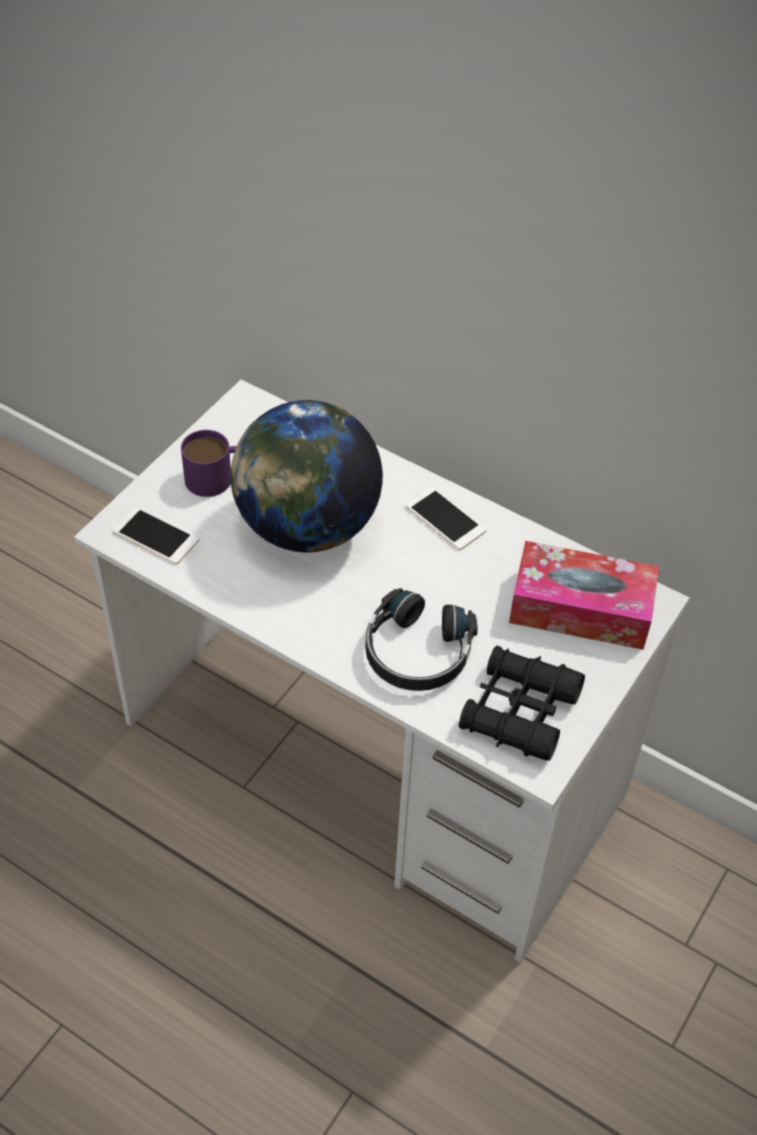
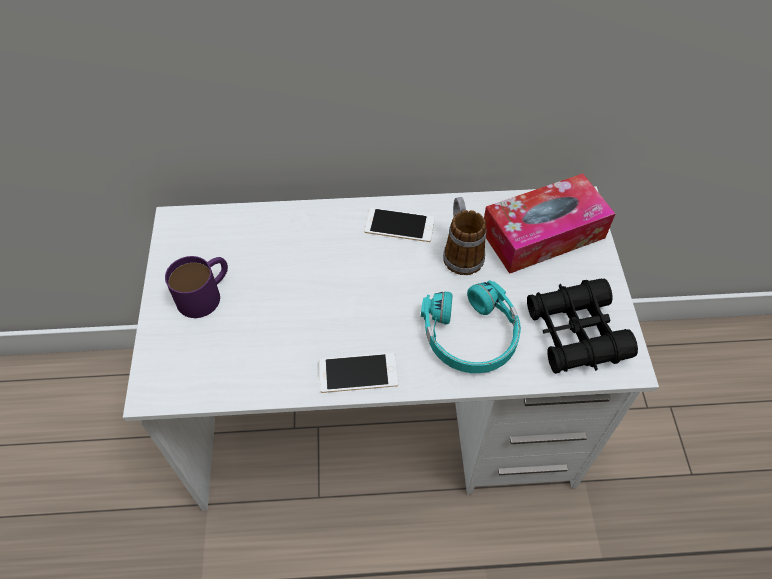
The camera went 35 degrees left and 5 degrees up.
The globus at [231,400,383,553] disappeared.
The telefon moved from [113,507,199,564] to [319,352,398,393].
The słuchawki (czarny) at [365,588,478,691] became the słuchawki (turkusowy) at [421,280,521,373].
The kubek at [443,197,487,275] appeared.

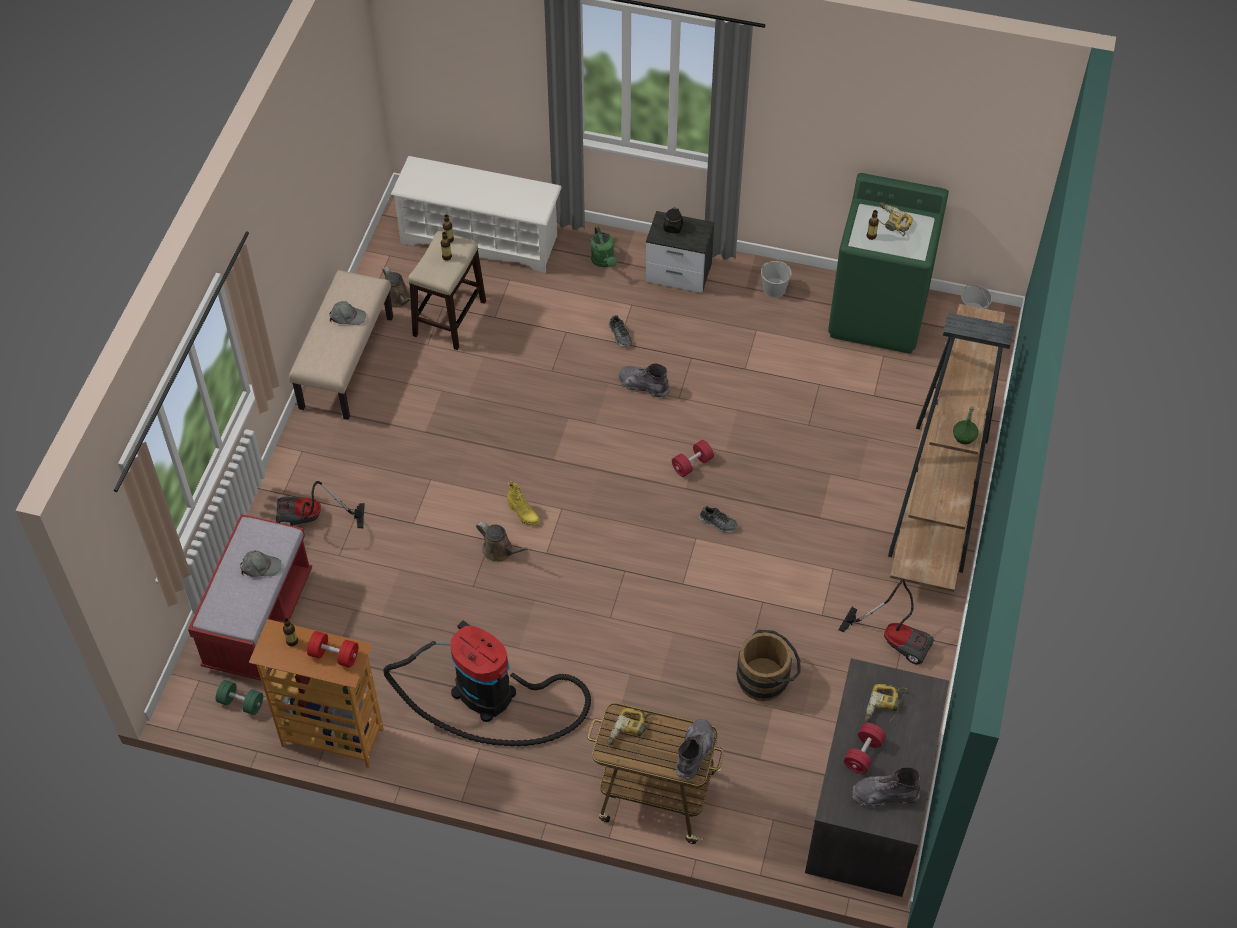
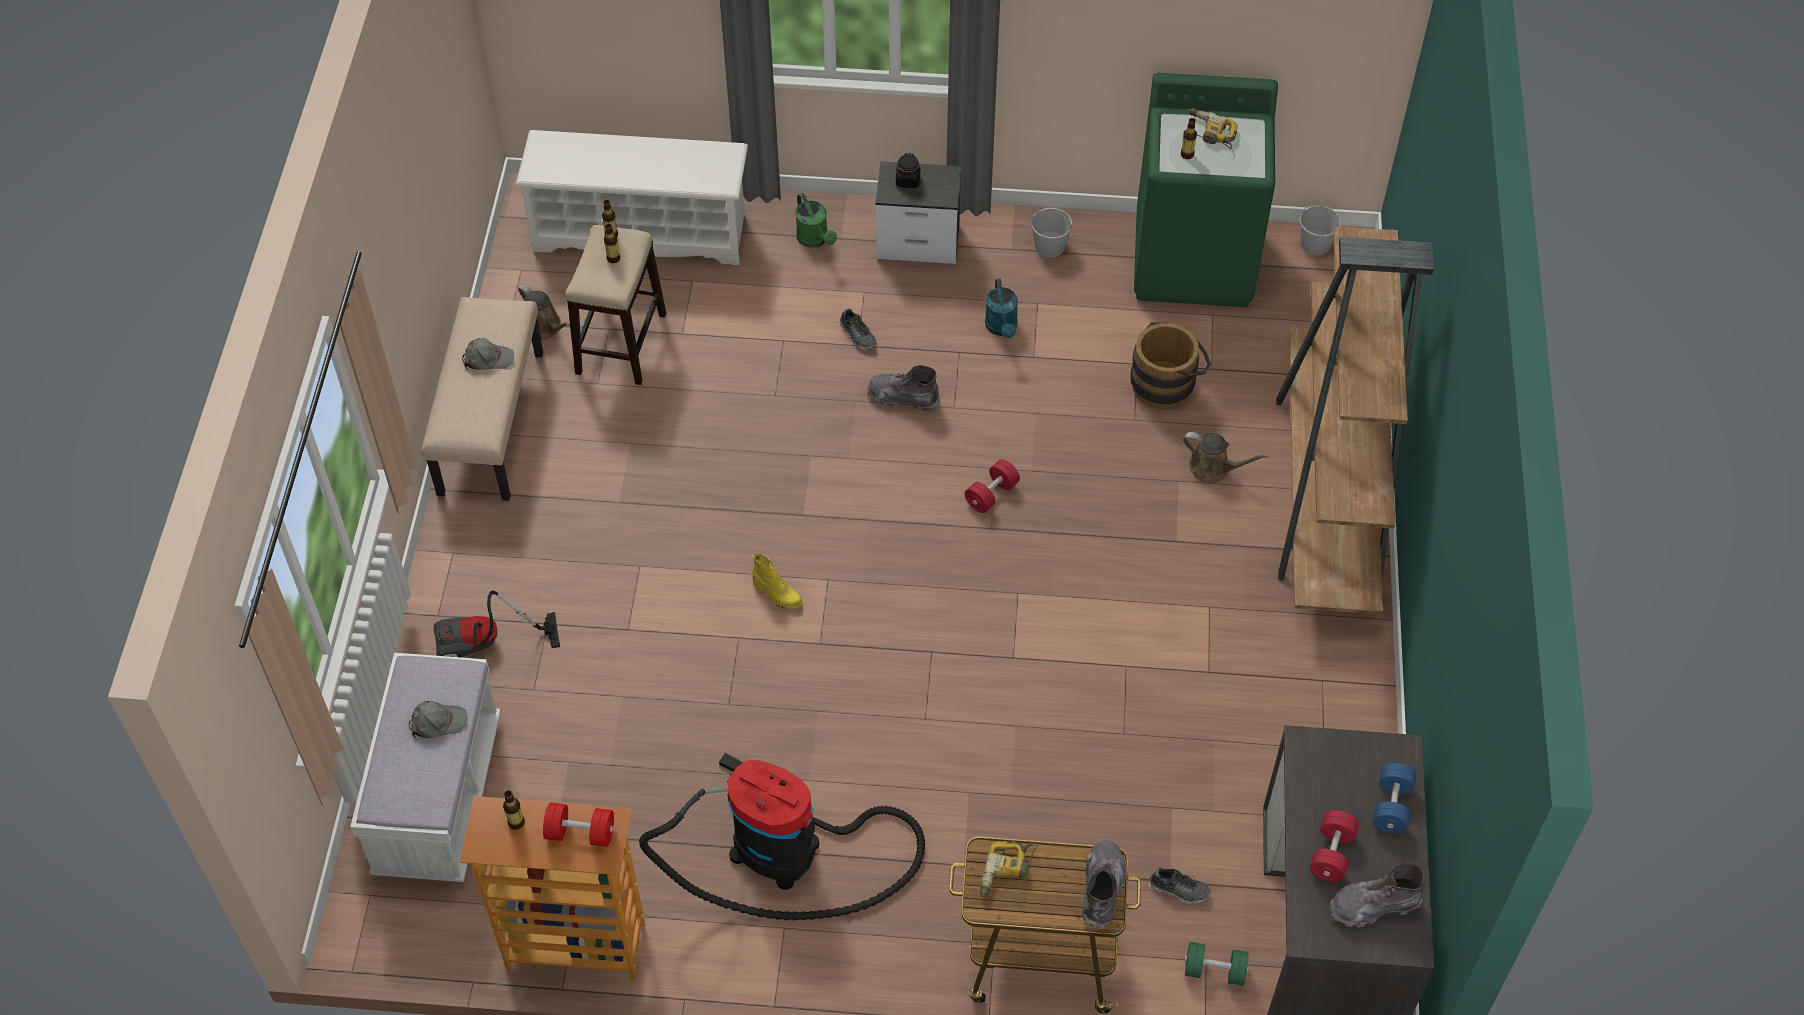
The camera went 10 degrees left and 0 degrees up.
The butelka (zielony) at [953,406,979,444] disappeared.
The but moved from [699,506,738,533] to [1149,868,1211,904].
The ławka (czerwony) at [188,514,312,681] became the ławka (biały) at [350,653,501,882].
The konewka (brązowy) moved from [476,522,531,562] to [1183,432,1270,483].
The odkurzacz at [838,579,934,665] disappeared.
The wiadro (brązowy) moved from [736,629,801,701] to [1130,322,1211,409].
The hantel (zielony) moved from [216,680,263,715] to [1184,942,1249,986].
The wiertarka at [864,684,908,722] disappeared.
The konewka (turkusowy) at [985,278,1018,338] appeared.
The hantel (niebieski) at [1373,763,1416,833] appeared.

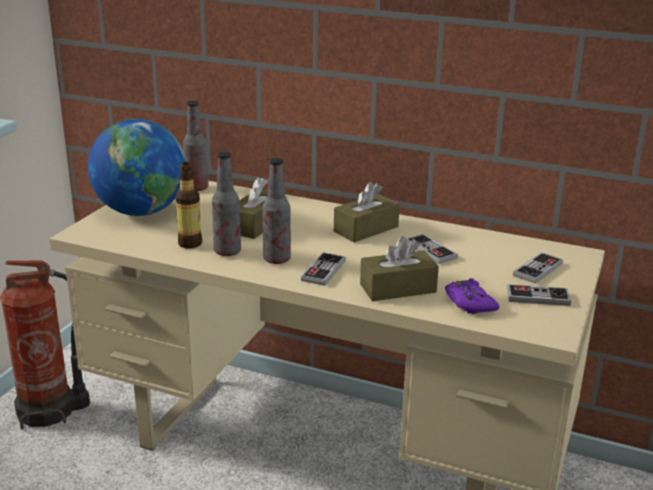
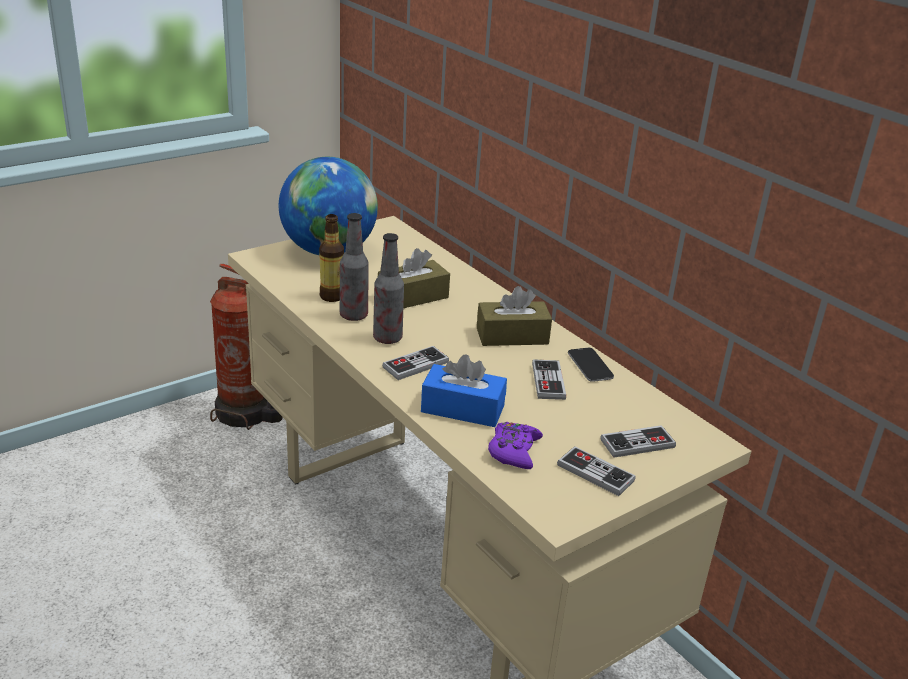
The camera went 30 degrees right and 5 degrees up.
The butelka at [183,101,209,191] disappeared.
The pudełko chusteczek (brązowy) at [360,236,439,301] became the pudełko chusteczek (niebieski) at [421,354,507,427].
The telefon at [568,348,614,382] appeared.

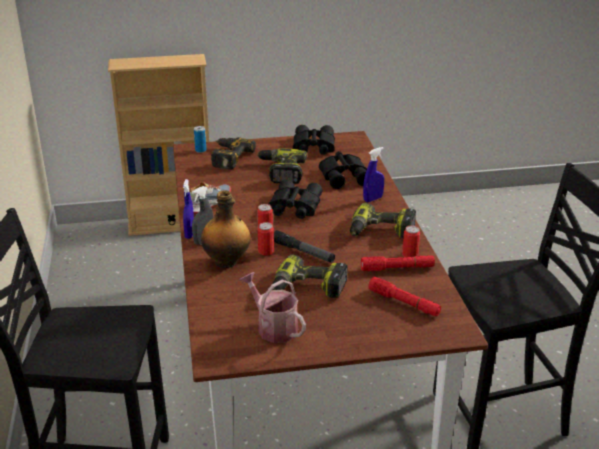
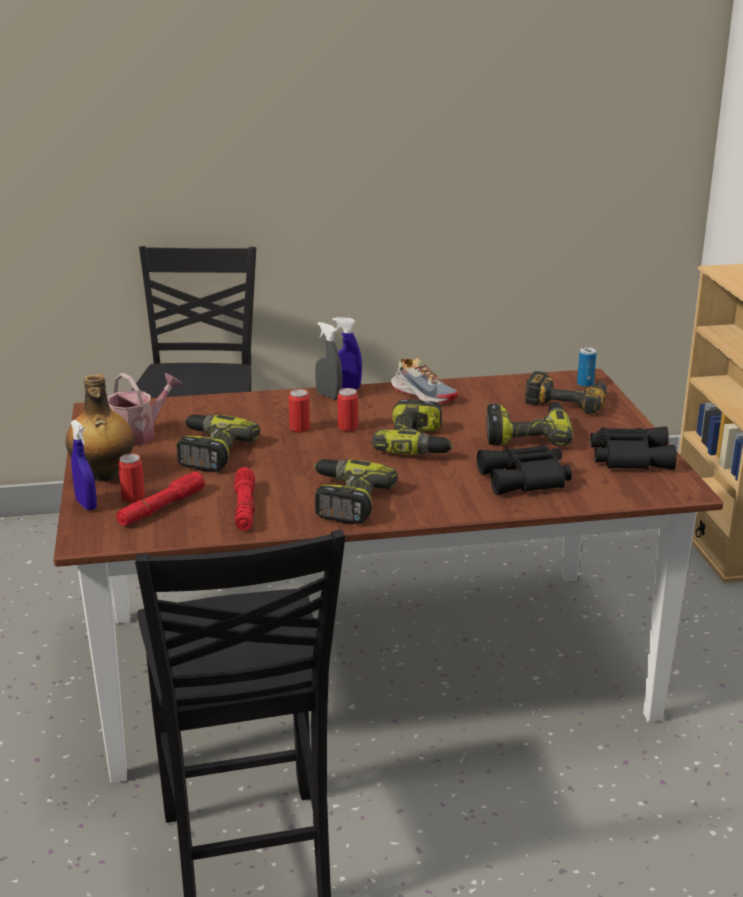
The camera went 90 degrees right and 5 degrees down.
The spryskiwacz (niebieski) moved from [363,147,384,202] to [71,420,97,510].
The lornetka (czarny) at [268,180,322,219] was replaced by the wiertarka at [372,399,453,455].
The butelka moved from [201,190,251,268] to [66,374,134,482].
The puszka moved from [402,225,420,258] to [118,454,145,502].
The latarka at [274,230,335,263] disappeared.

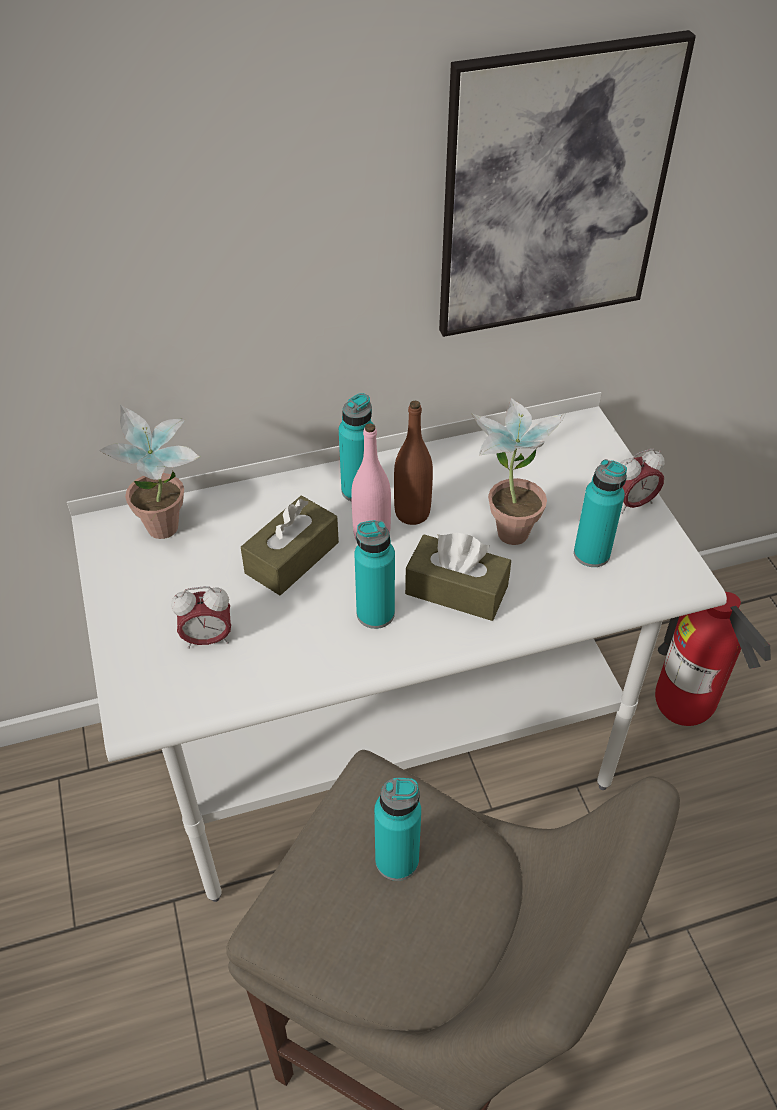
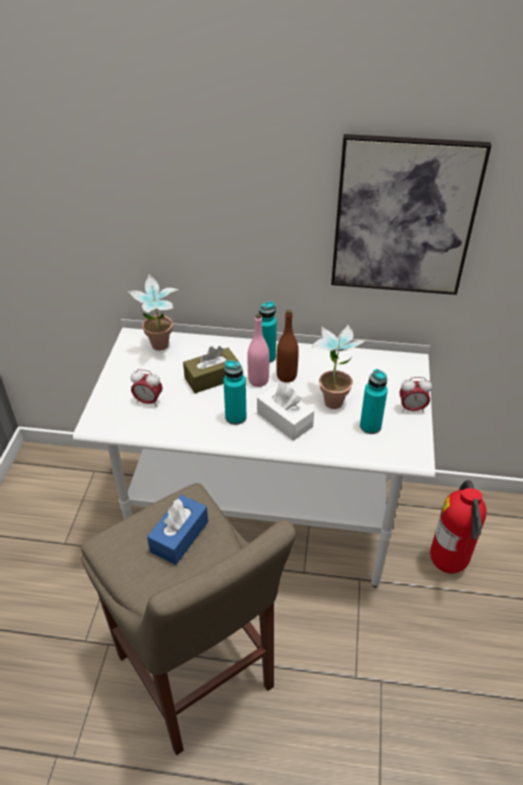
The camera went 25 degrees right and 5 degrees down.
The pudełko chusteczek (brązowy) at [405,533,511,621] became the pudełko chusteczek (biały) at [257,384,314,441].
The butelka (turkusowy) at [374,777,421,881] was replaced by the pudełko chusteczek (niebieski) at [147,495,208,565].

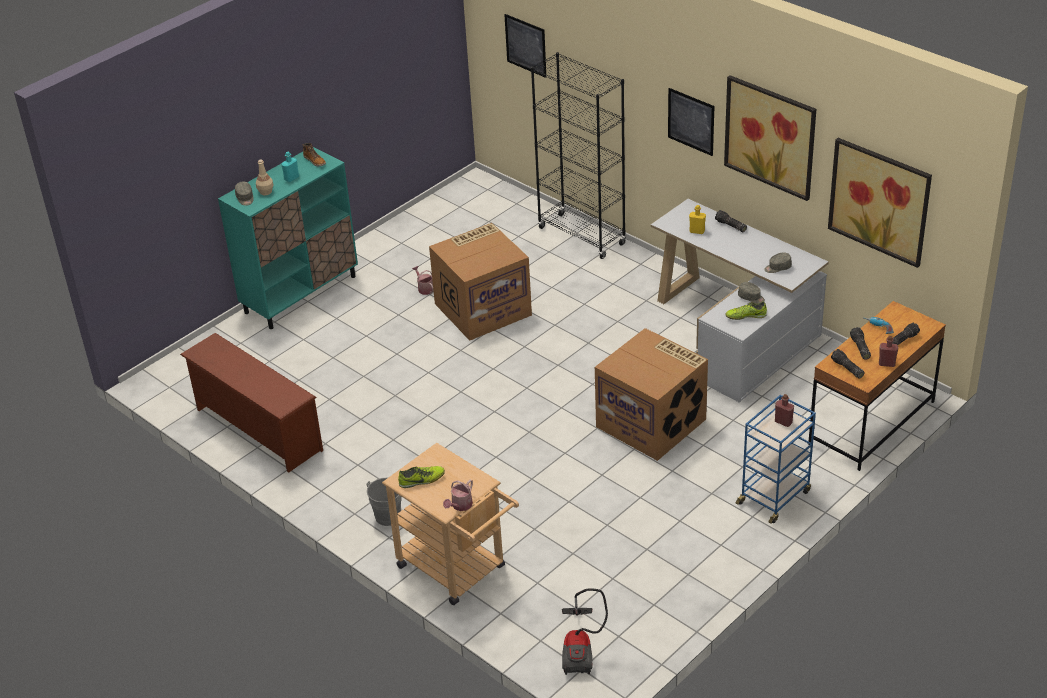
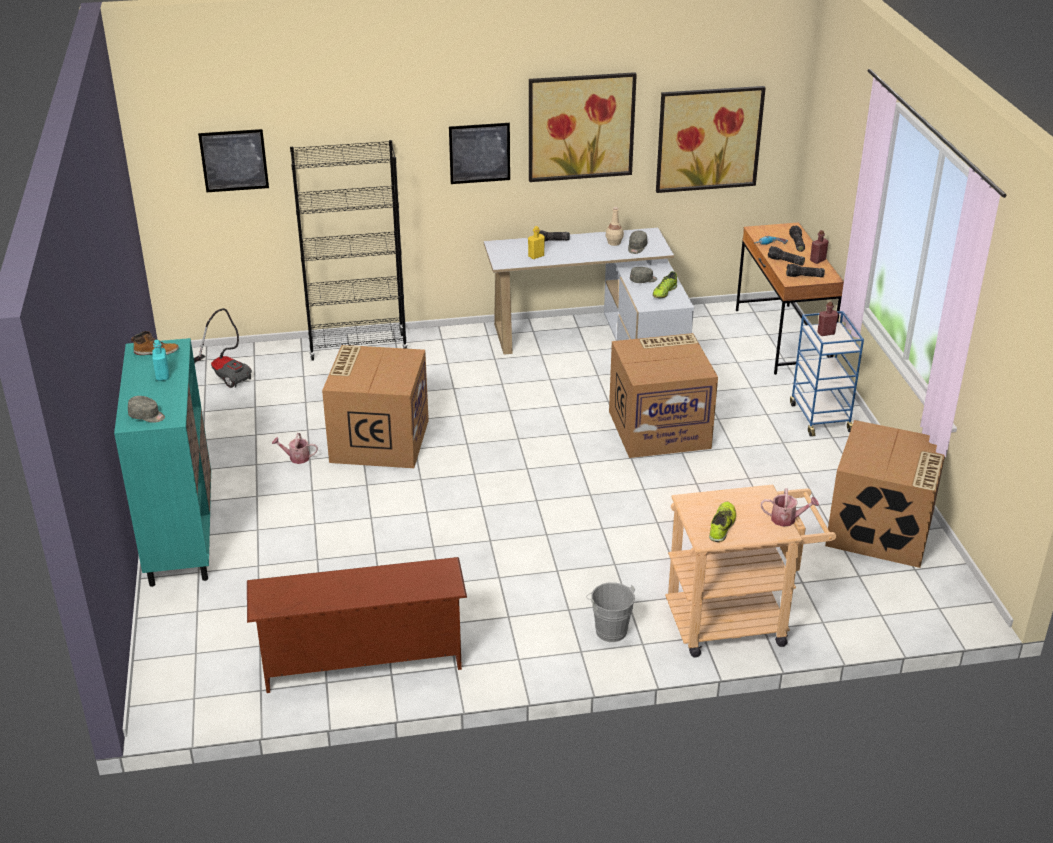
The camera went 55 degrees left and 5 degrees down.
The butelka (beżowy) moved from [256,160,273,195] to [606,207,624,246].
The konewka at [443,480,473,511] turned 60 degrees counterclockwise.
The odkurzacz moved from [562,588,608,675] to [194,308,252,388].
The karton at [825,420,945,568] appeared.

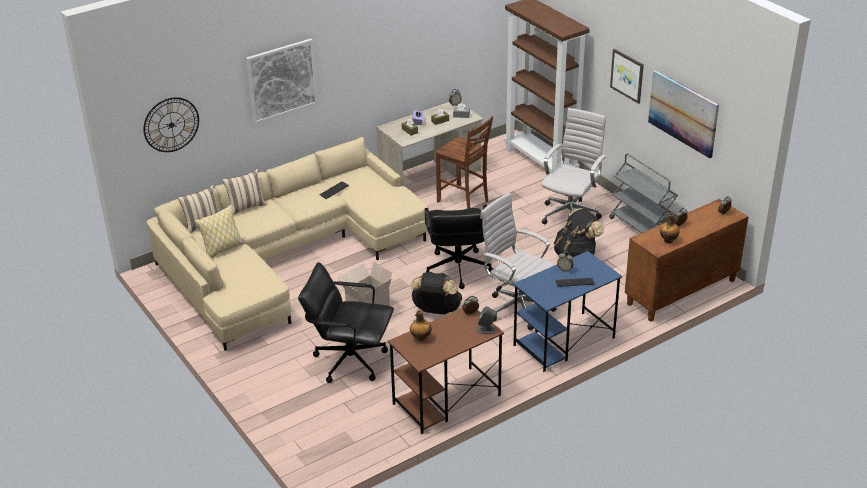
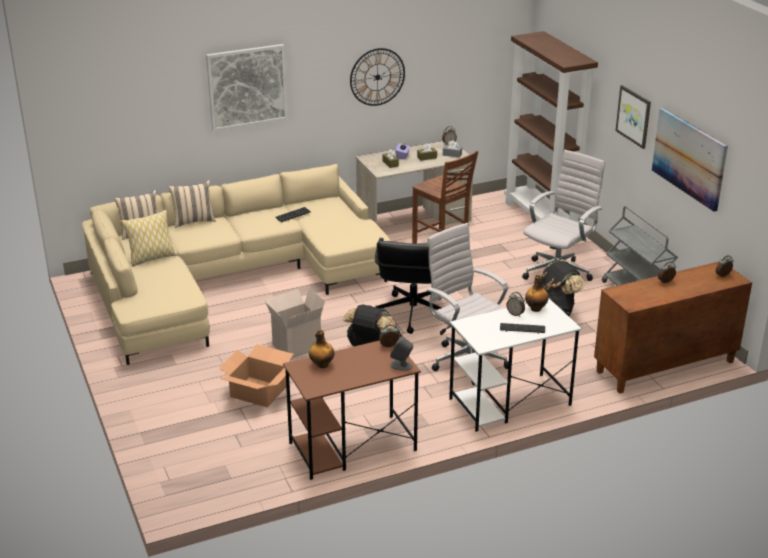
The camera went 10 degrees right and 5 degrees down.
The zegar ścienny moved from [143,97,199,152] to [350,48,405,106].
The butelka moved from [660,213,679,243] to [525,275,549,312].
The biurko (niebieski) at [513,251,622,372] became the biurko (biały) at [449,298,582,432].
The krzesło biurowe (czarny) at [298,262,394,383] was replaced by the karton at [219,344,293,408].

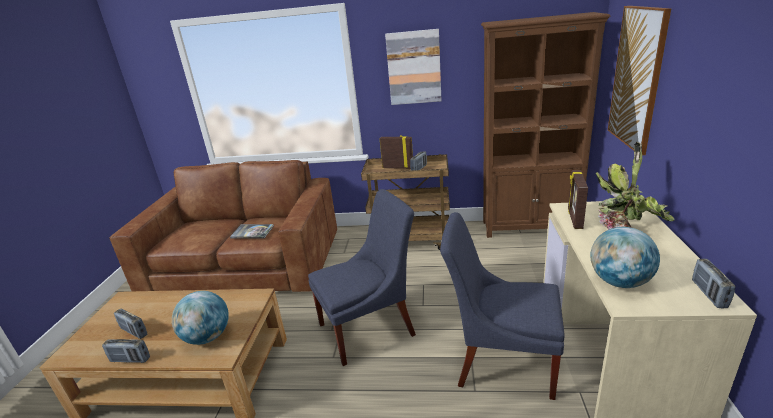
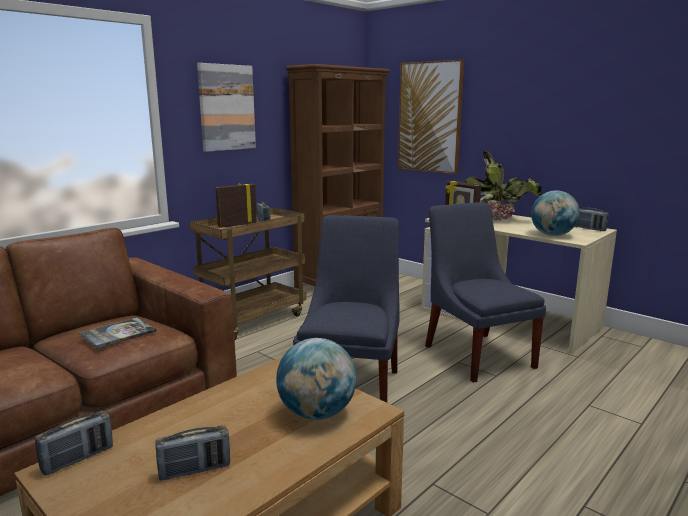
The camera went 55 degrees left and 10 degrees down.
The krzesło (niebieski) at [440,212,565,400] turned 105 degrees clockwise.
The radio moved from [102,339,150,363] to [35,411,113,476].

